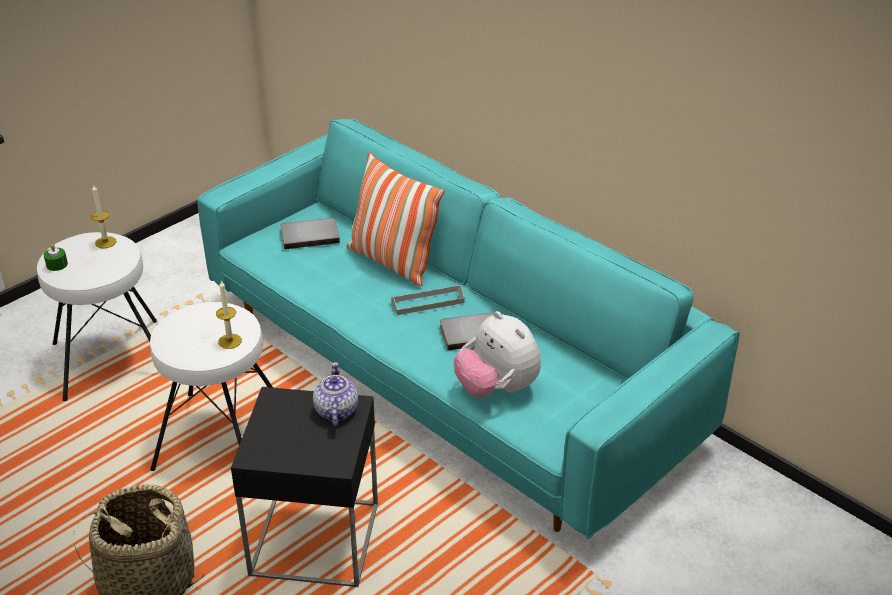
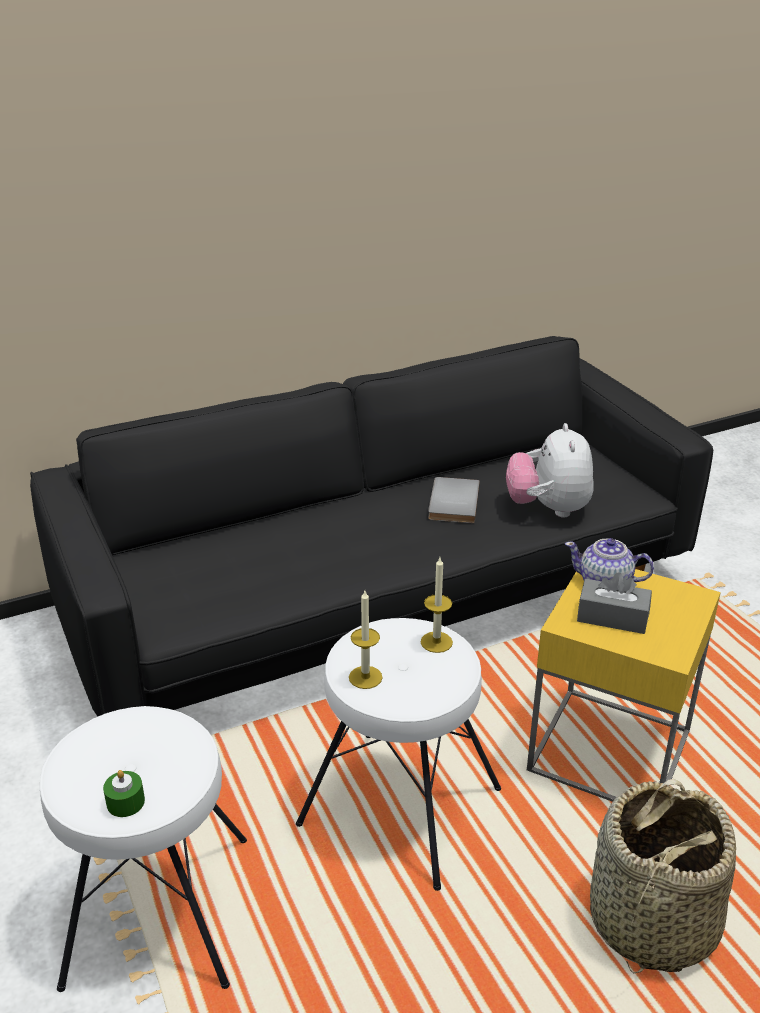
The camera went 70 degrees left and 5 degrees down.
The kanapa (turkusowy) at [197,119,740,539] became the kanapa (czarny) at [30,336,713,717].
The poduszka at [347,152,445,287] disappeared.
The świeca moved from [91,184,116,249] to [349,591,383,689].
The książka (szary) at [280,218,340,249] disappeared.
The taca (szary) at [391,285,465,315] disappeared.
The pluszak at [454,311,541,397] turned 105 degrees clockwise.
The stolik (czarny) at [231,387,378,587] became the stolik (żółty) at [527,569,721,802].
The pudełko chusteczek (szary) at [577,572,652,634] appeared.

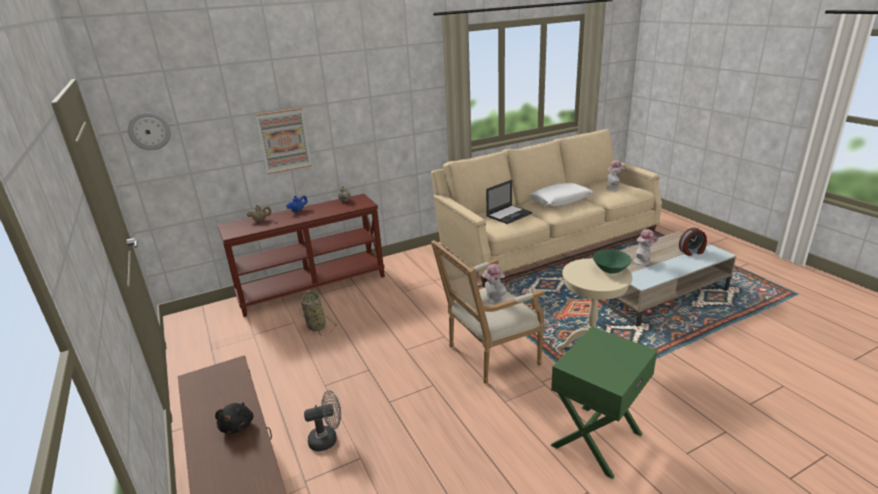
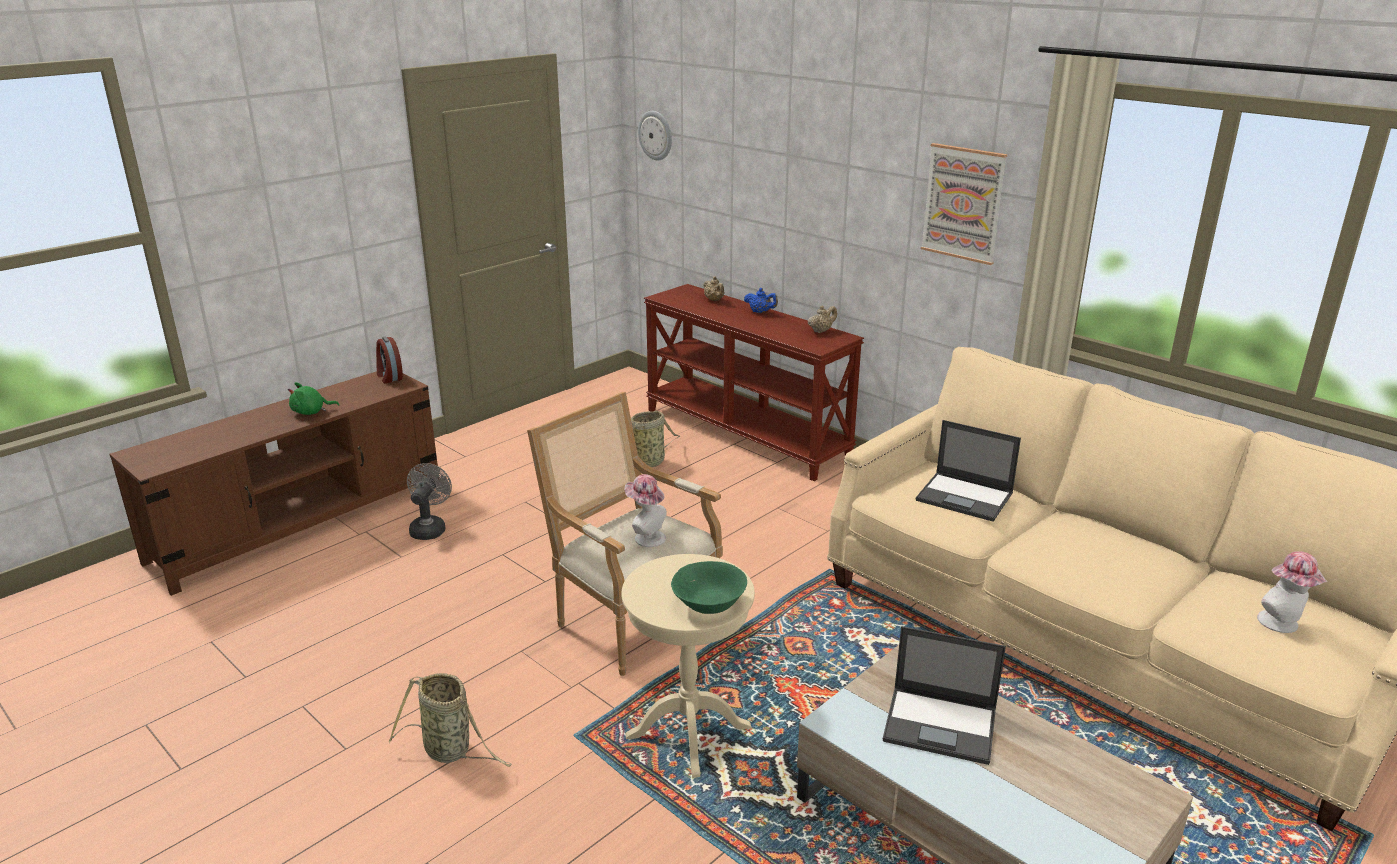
The camera went 70 degrees right and 0 degrees up.
The obraz moved from [255,108,312,174] to [921,143,1007,265].
The poduszka (biały) at [528,183,594,207] disappeared.
The budzik moved from [679,228,707,256] to [376,337,403,383].
The kapelusz at [633,229,659,265] was replaced by the laptop at [883,626,1006,765].
The stolik (zielony) at [550,327,657,479] was replaced by the koszyk at [389,673,512,767].
The wentylator (szary) at [304,390,341,452] turned 135 degrees counterclockwise.
The pluszak (czarny) at [215,403,254,434] became the pluszak (zielony) at [288,382,339,415].

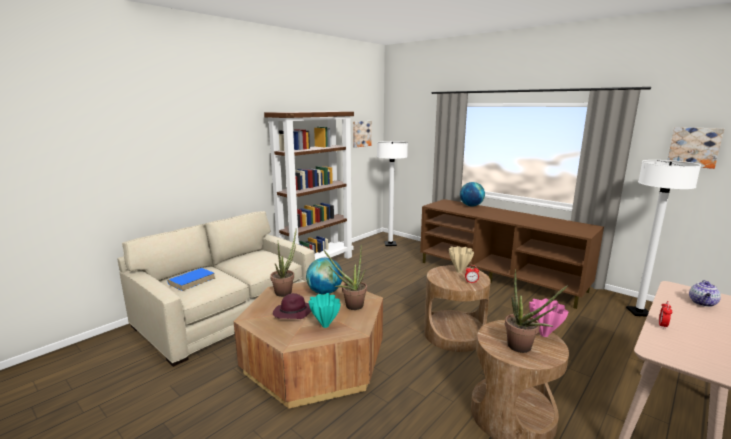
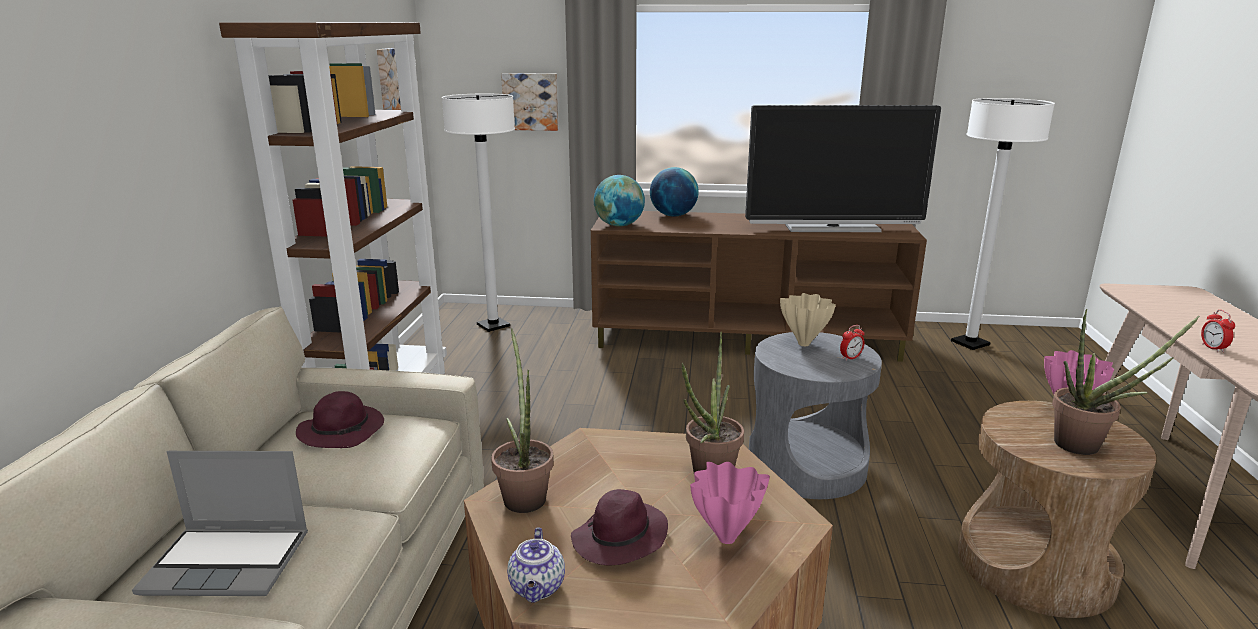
The camera went 35 degrees left and 5 degrees up.
The obraz moved from [668,127,724,169] to [501,73,559,131].
The globus moved from [306,258,343,295] to [594,175,645,227].
The stolik (brązowy) at [424,265,491,352] became the stolik (szary) at [749,332,882,499].
The książka (niebieski) at [167,268,215,291] was replaced by the laptop at [132,451,308,596].
The imbryk moved from [689,280,721,307] to [507,527,565,603].
The wazon (turkusowy) at [308,293,341,328] became the wazon (różowy) at [690,462,770,544].
The telewizor at [745,105,941,232] appeared.
The kapelusz (fioletowy) at [296,391,384,448] appeared.

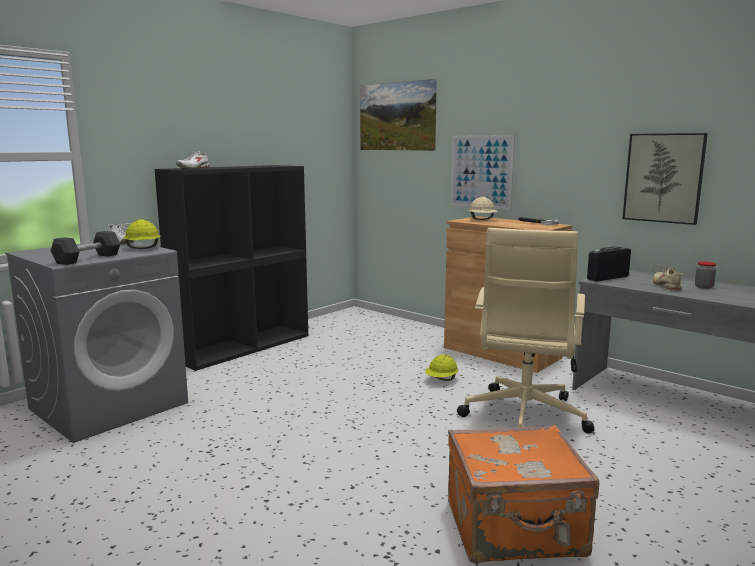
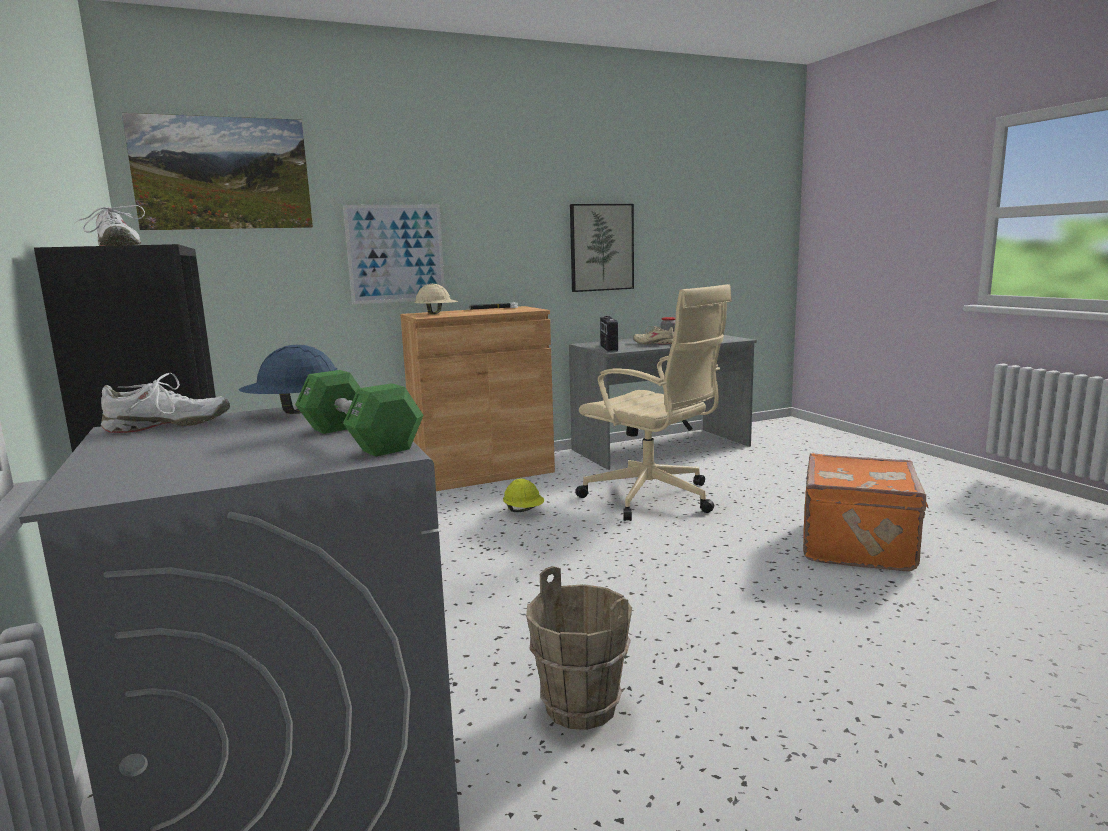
The camera went 65 degrees left and 0 degrees up.
The kask (żółty) at [124,219,161,249] became the kask (niebieski) at [239,345,337,414].
The hantel (czarny) at [50,231,120,265] became the hantel (zielony) at [295,370,424,457].
The wiadro (brązowy) at [526,566,632,730] appeared.

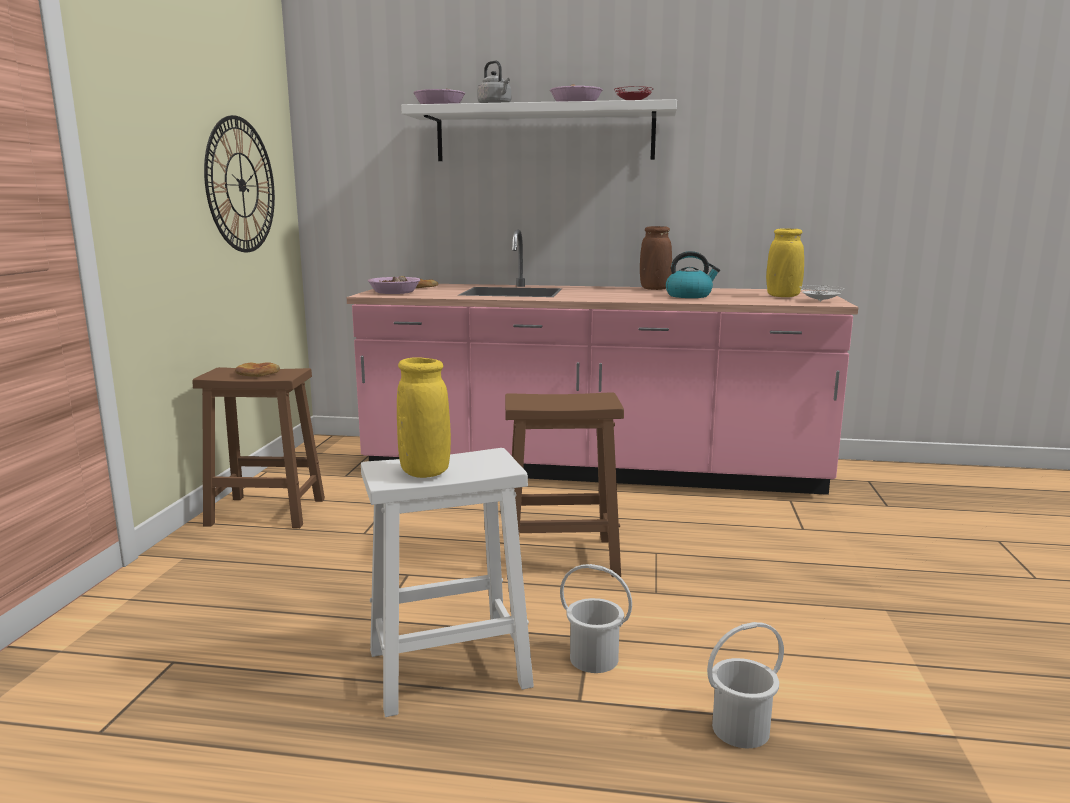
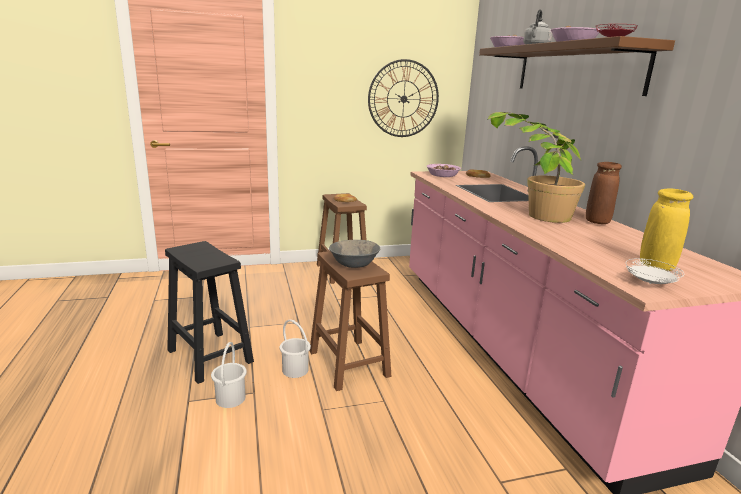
The camera went 65 degrees right and 5 degrees up.
The półka (biały) at [401,99,677,161] became the półka (brązowy) at [479,36,675,96].
The czajnik at [666,251,720,298] disappeared.
The wazon (żółty) at [397,357,451,478] disappeared.
The stołek (biały) at [361,448,534,717] became the stołek (czarny) at [165,241,254,384].
The wiadro (biały) moved from [707,622,784,748] to [279,319,311,378].
The roślina doniczkowa at [487,112,585,223] appeared.
The miska (szary) at [329,240,380,268] appeared.

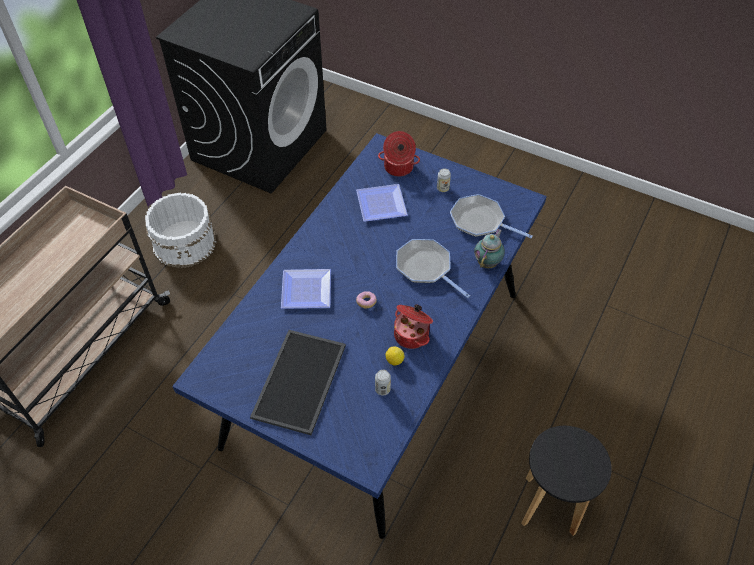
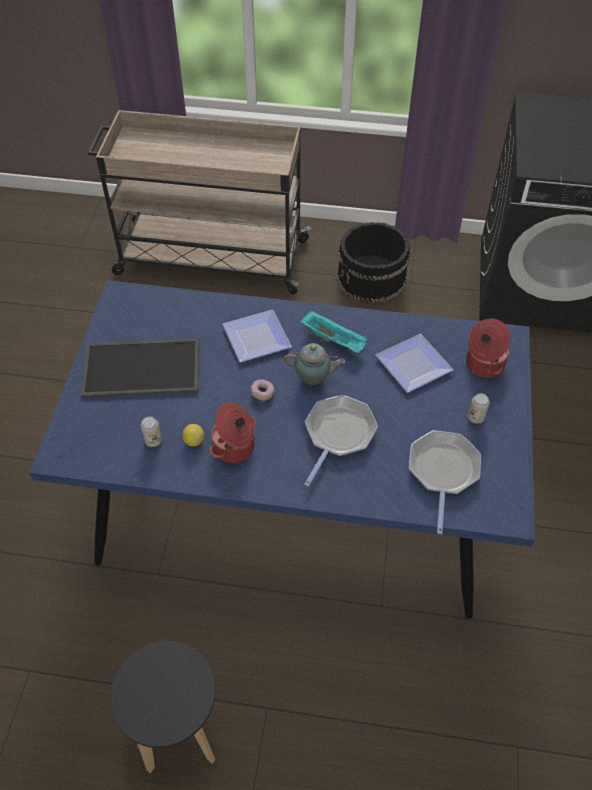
The camera went 70 degrees right and 0 degrees up.
The wiadro (biały) at [145,192,217,268] became the wiadro (czarny) at [337,222,410,303].
The imbryk moved from [474,229,505,268] to [284,343,345,385].
The taca (turkusowy) at [300,310,367,353] appeared.

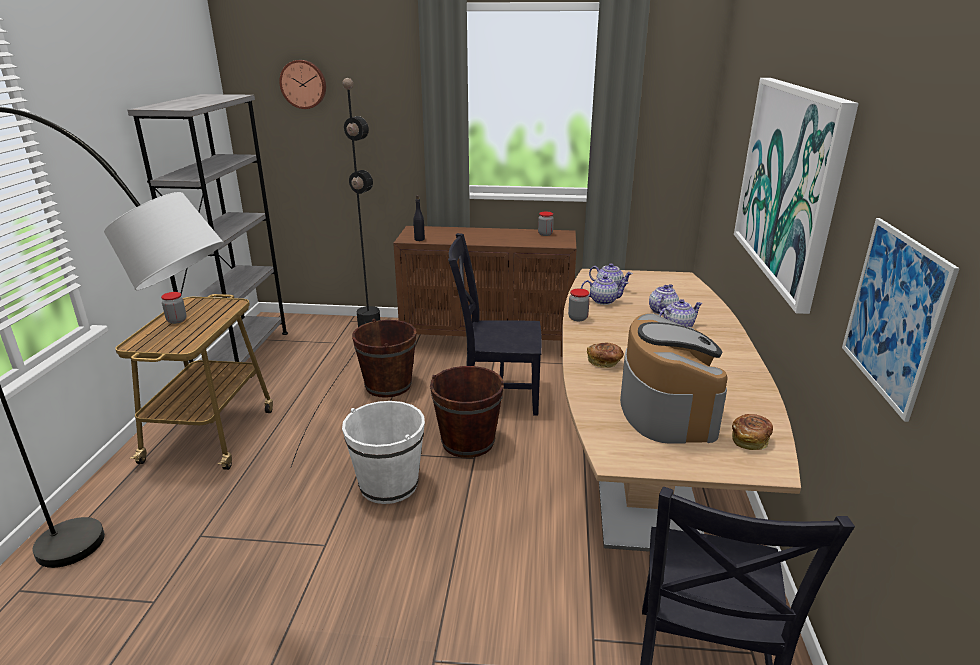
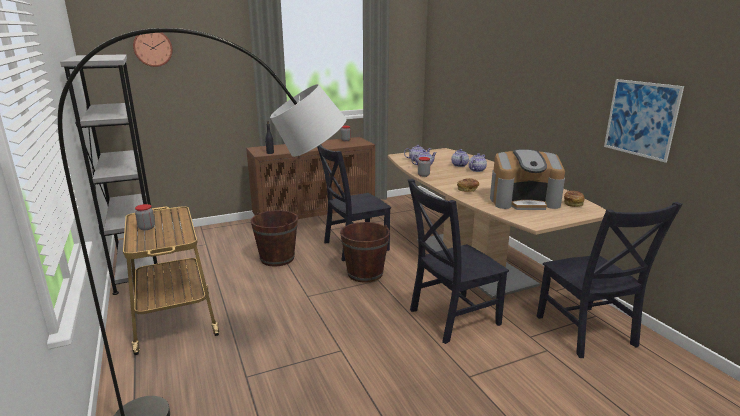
The camera went 30 degrees left and 5 degrees down.
The lampa stojąca (czarny) at [291,78,380,467] disappeared.
The obraz at [734,78,859,314] disappeared.
The ekspres do kawy at [620,313,728,444] turned 120 degrees clockwise.
The wiadro (biały) at [342,401,425,504] disappeared.
The krzesło (czarny) at [408,179,509,344] appeared.

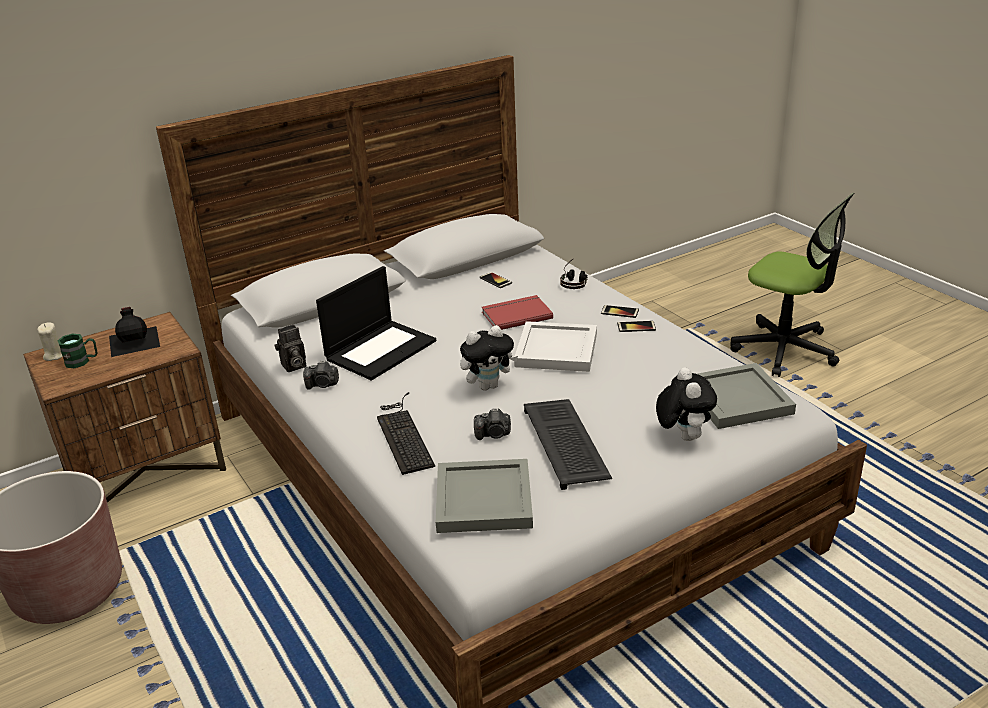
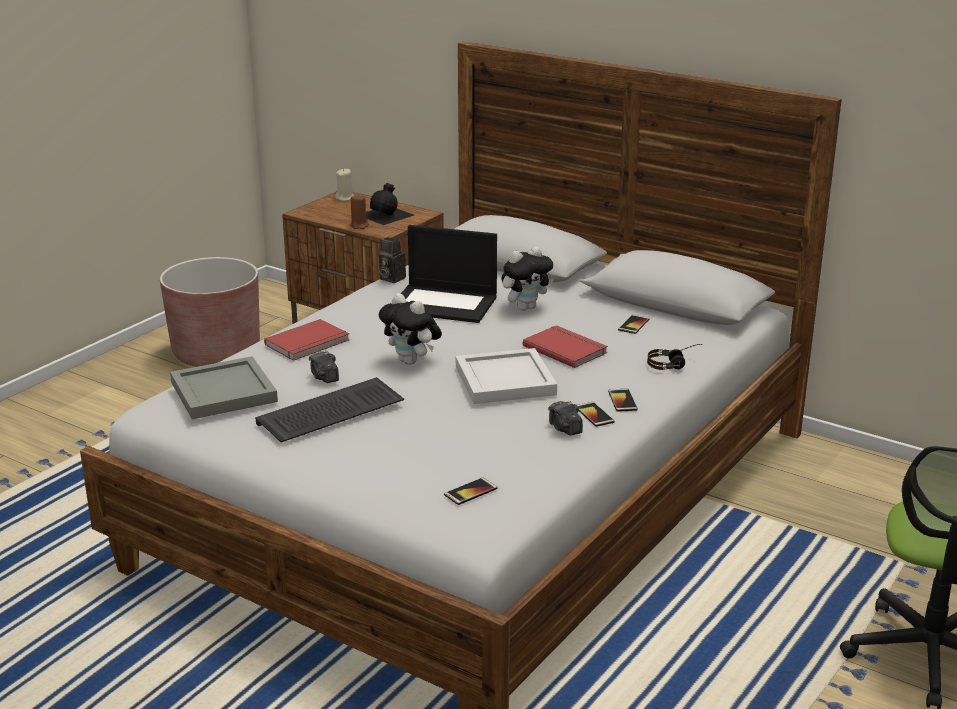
The camera went 65 degrees right and 5 degrees down.
The kubek (zielony) at [58,334,98,368] disappeared.
The aparat fotograficzny moved from [303,361,339,389] to [548,401,583,435].
The taca (szary) at [698,363,796,429] was replaced by the telefon at [444,478,498,505].
The pluszak moved from [656,367,717,441] to [501,246,554,311].
The klawiatura at [377,392,435,475] was replaced by the książka (czerwony) at [264,319,350,361].
The świeca (brązowy) at [350,194,369,229] appeared.

